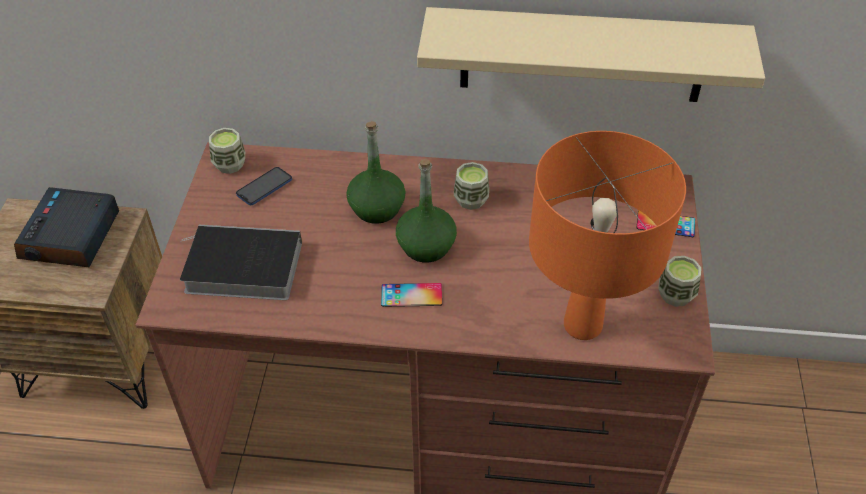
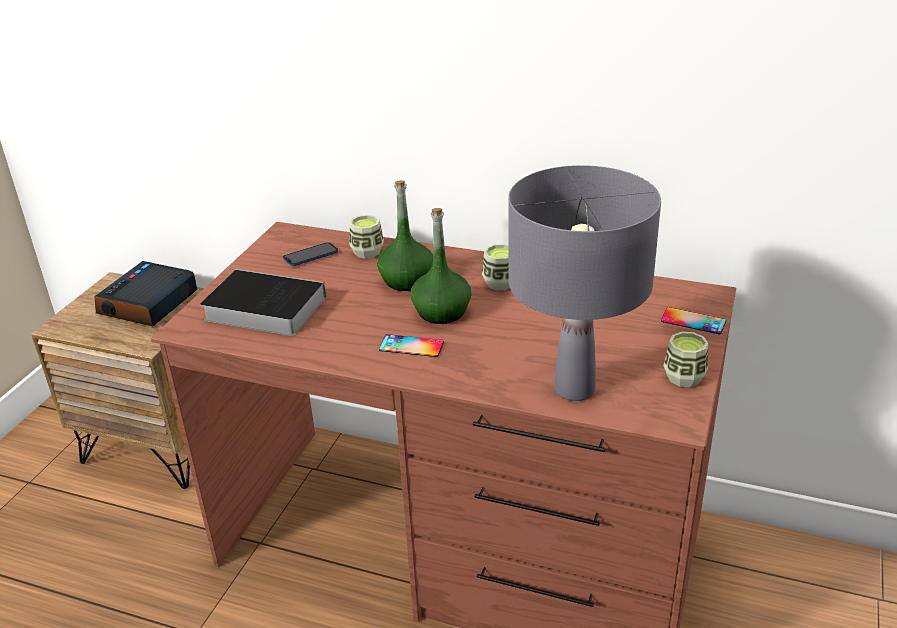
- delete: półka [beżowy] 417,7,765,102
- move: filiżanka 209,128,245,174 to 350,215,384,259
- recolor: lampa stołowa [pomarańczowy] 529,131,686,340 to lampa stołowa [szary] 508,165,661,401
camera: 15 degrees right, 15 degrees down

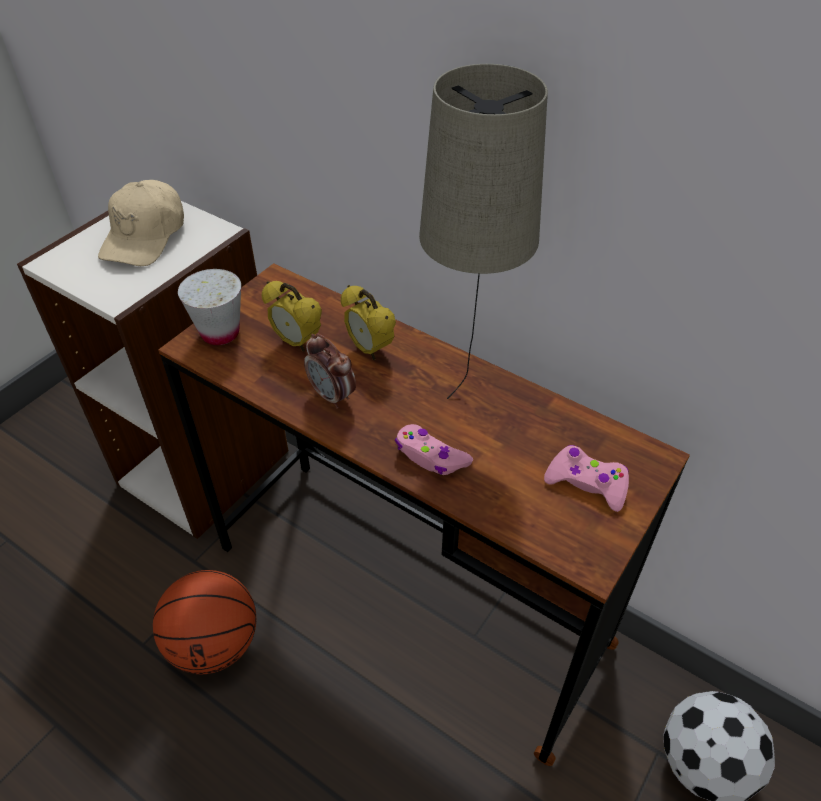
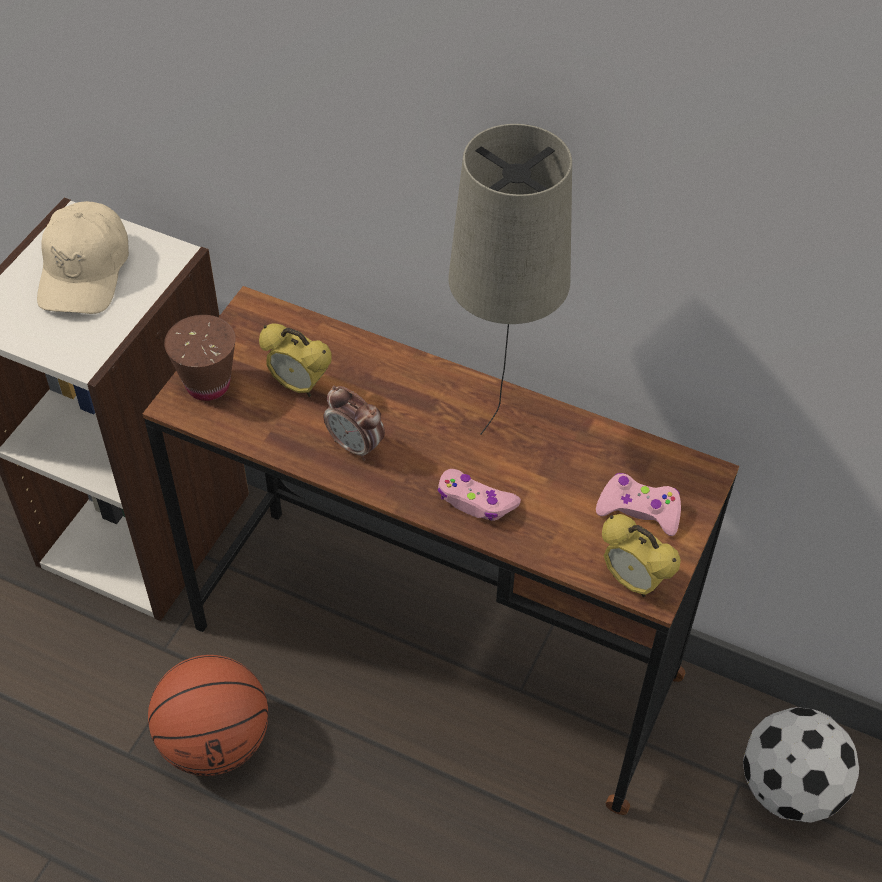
- recolor: filiżanka [biały] 178,269,241,345 to filiżanka [brązowy] 164,315,236,401
- move: budzik 341,285,396,360 to 602,514,681,597
camera: 10 degrees left, 5 degrees up

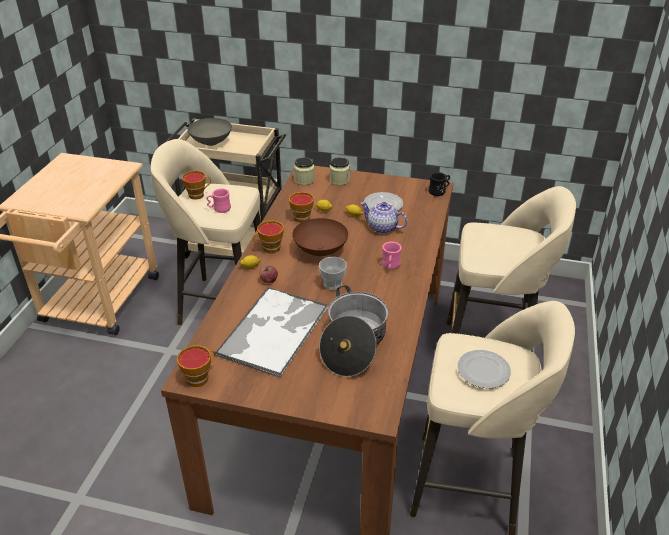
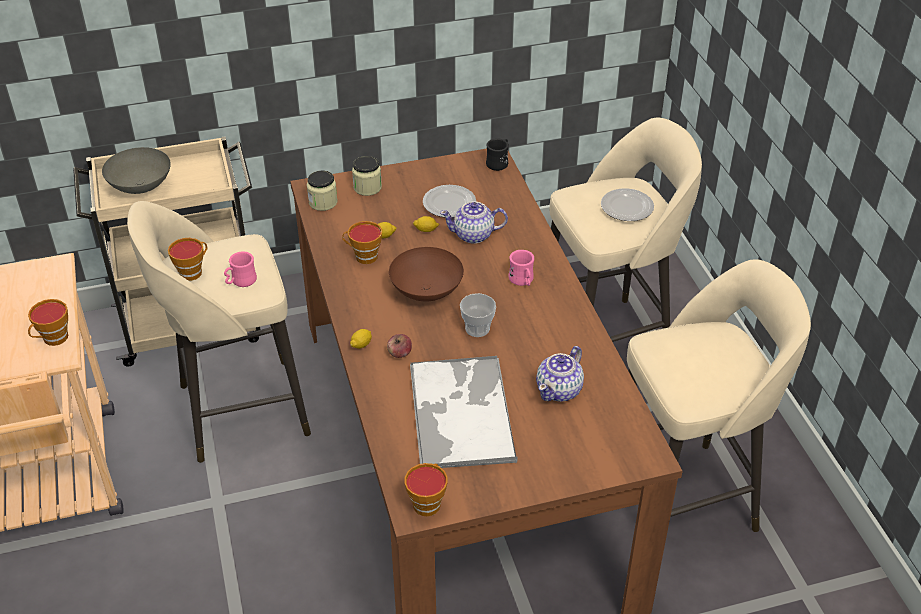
- move: filiżanka 253,221,284,254 to 28,299,68,346
- replace: garnek 319,285,389,377 to imbryk 536,346,584,402
- move: talerz 457,350,511,388 to 601,188,654,221
camera: 30 degrees left, 5 degrees up

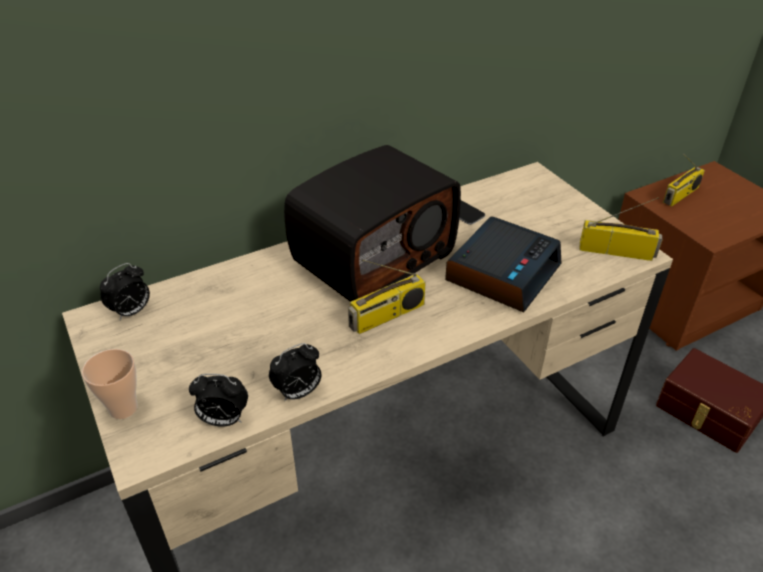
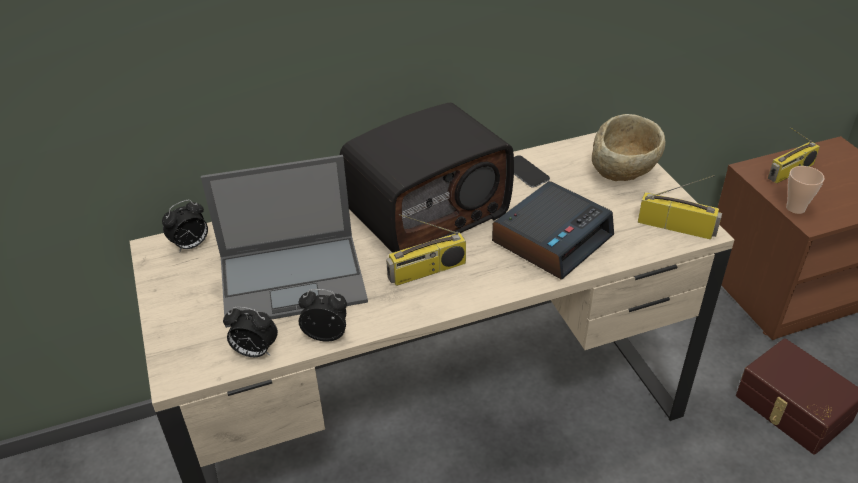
- rotate: budzik 269,343,321,401 = 299,289,347,342 150 degrees counterclockwise
- move: filiżanka 82,349,138,419 to 786,166,824,214
- insert: miska [beżowy] 592,114,666,181
- insert: laptop 201,155,368,328
camera: 10 degrees right, 0 degrees up

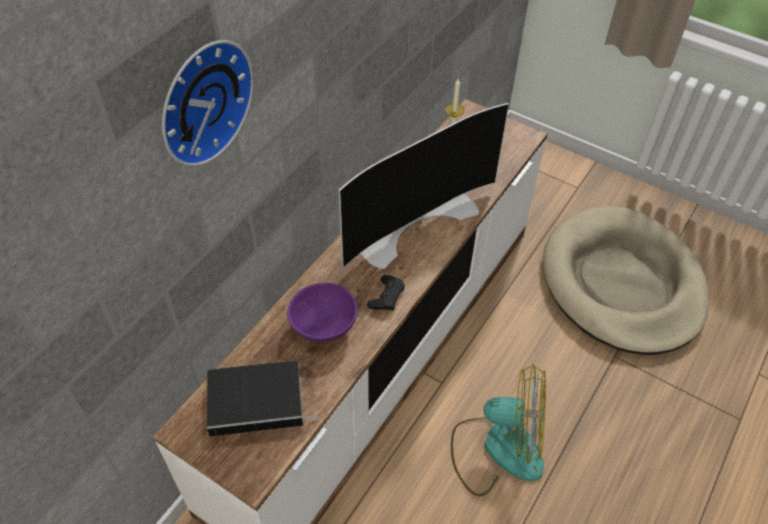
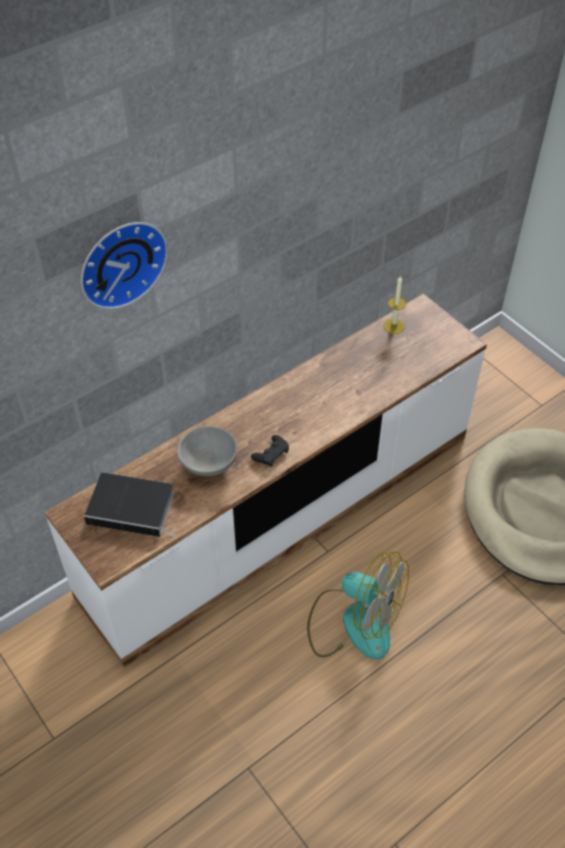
- delete: telewizor 339,103,509,269
- recolor: miska [fioletowy] 287,283,357,342 to miska [szary] 177,426,237,476
camera: 20 degrees right, 0 degrees up

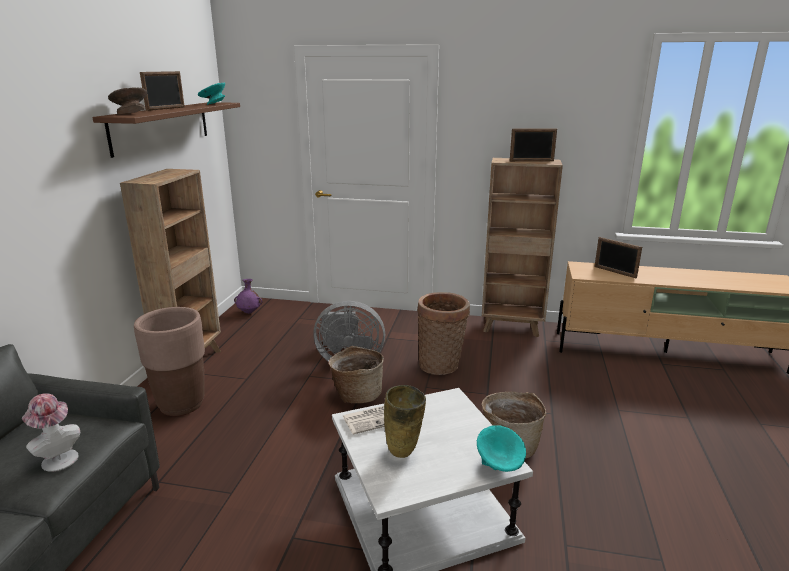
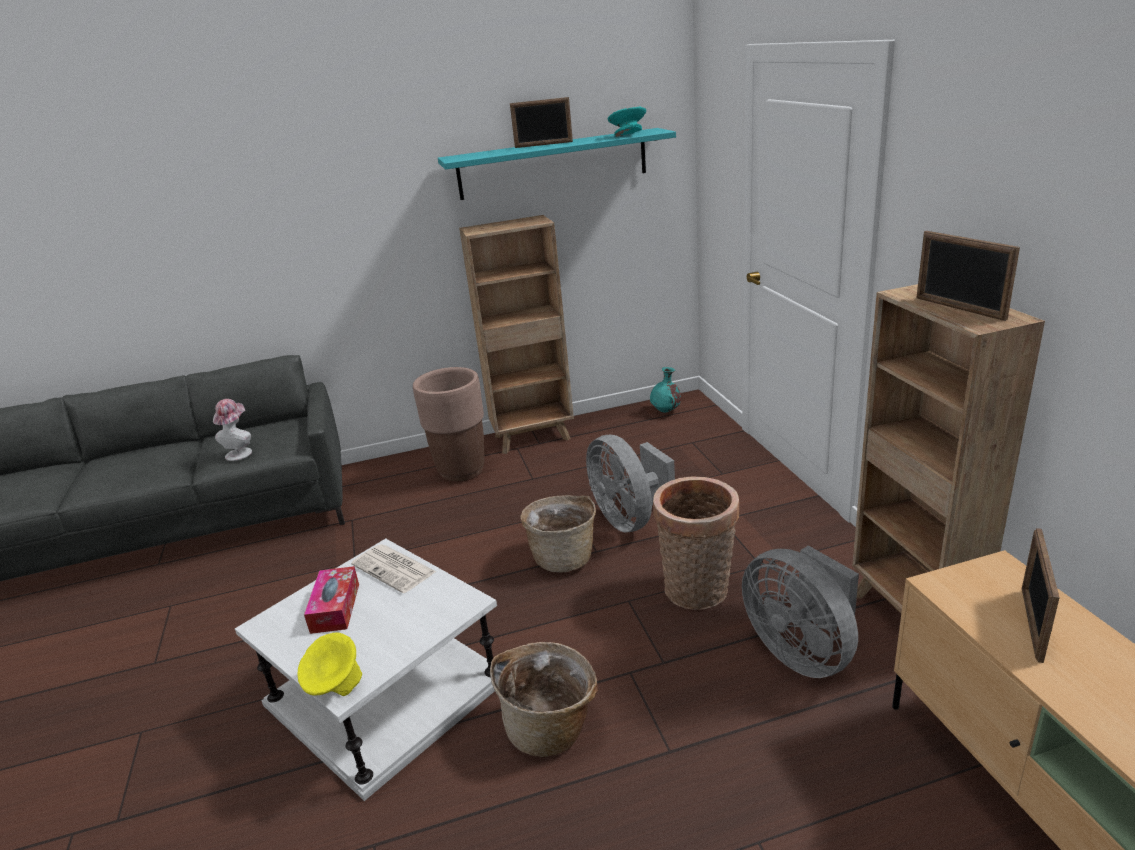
- delete: miska [szary] 108,87,147,115
- recolor: półka [brązowy] 92,102,240,158 to półka [turkusowy] 438,128,676,200
- recolor: wazon [fioletowy] 234,279,263,314 to wazon [turkusowy] 650,367,681,413
- replace: wazon [beżowy] 384,385,426,458 to pudełko chusteczek 304,566,359,634
- recolor: miska [turkusowy] 477,425,526,472 to miska [żółty] 298,633,362,696
- insert: wentylator [szary] 742,545,859,678
camera: 65 degrees right, 5 degrees up

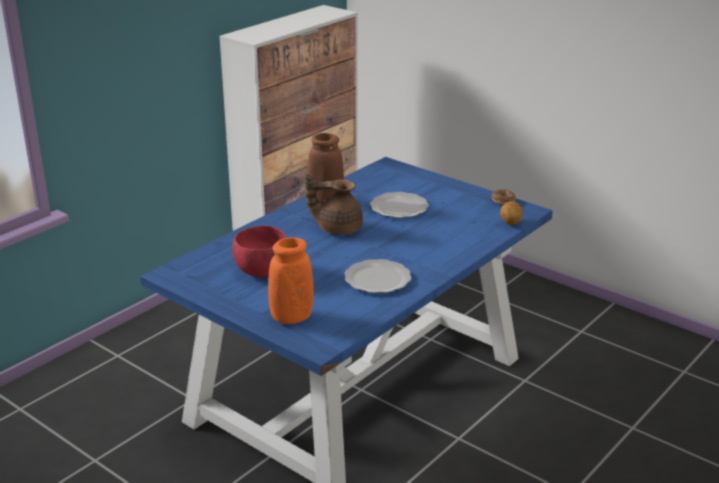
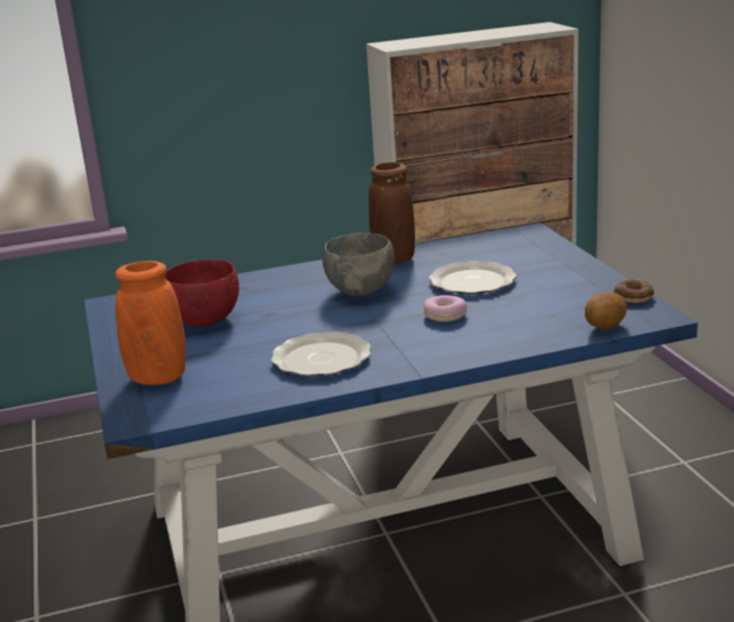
- replace: imbryk [brązowy] 306,174,363,235 to miska [szary] 322,233,395,296
- insert: donut 423,295,467,322
camera: 35 degrees right, 5 degrees down

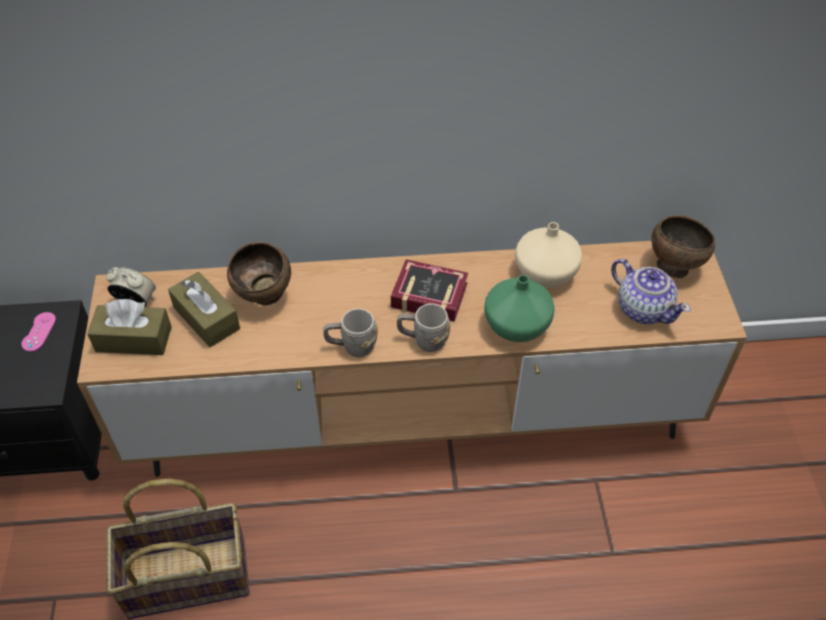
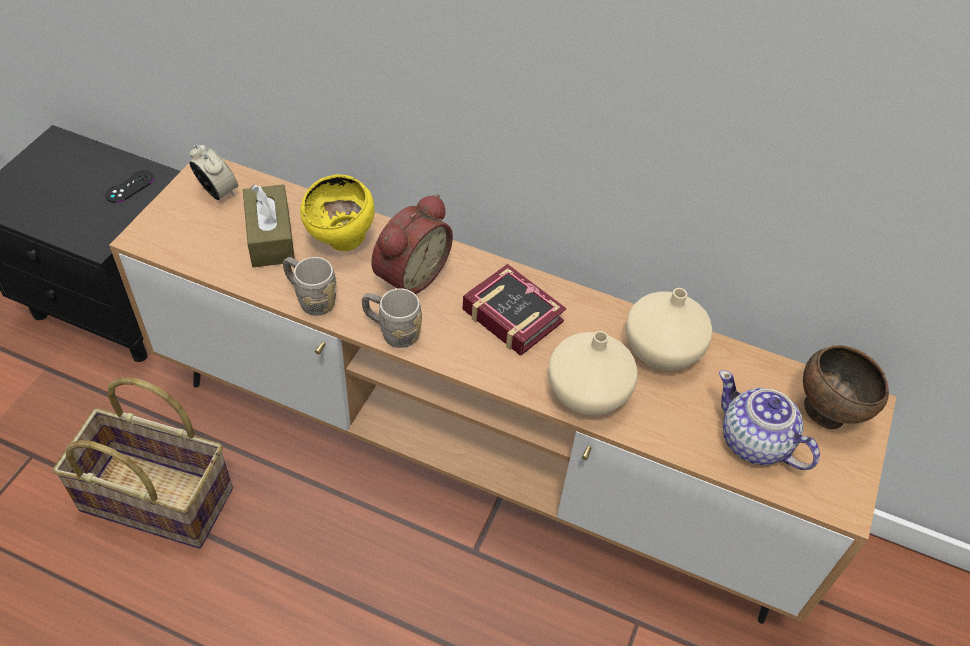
- recolor: miska [brązowy] 227,242,291,305 to miska [żółty] 300,174,375,251
- rotate: imbryk 611,259,691,324 = 719,370,820,470 150 degrees clockwise
- recolor: wazon [zielony] 484,275,555,342 to wazon [beżowy] 548,331,638,416
- delete: pudełko chusteczek [brązowy] 87,299,172,355
- move: kubek [szary] 397,304,450,352 to 283,257,337,316
- recolor: pad do gier [różowy] 21,312,56,352 to pad do gier [czarny] 105,170,154,203
- insert: budzik 371,194,453,294
camera: 25 degrees right, 0 degrees up

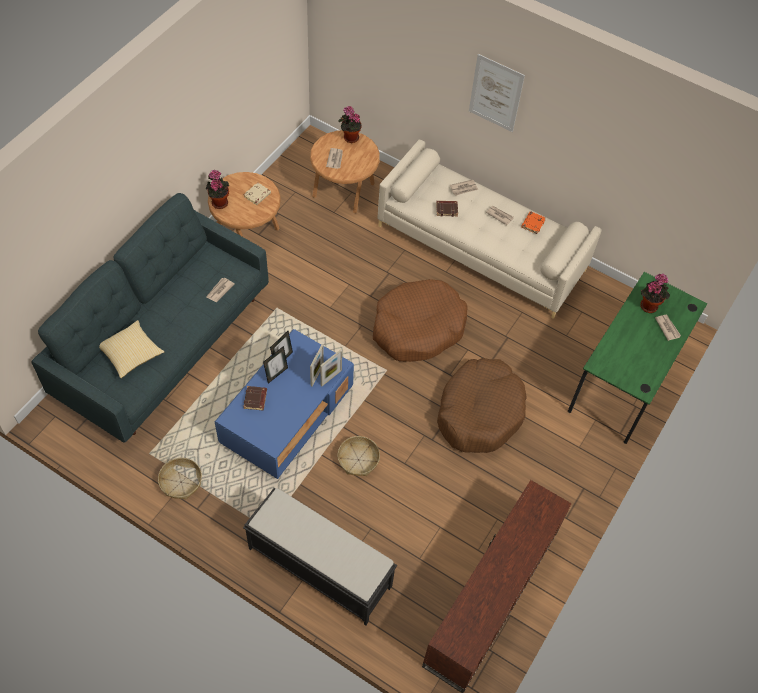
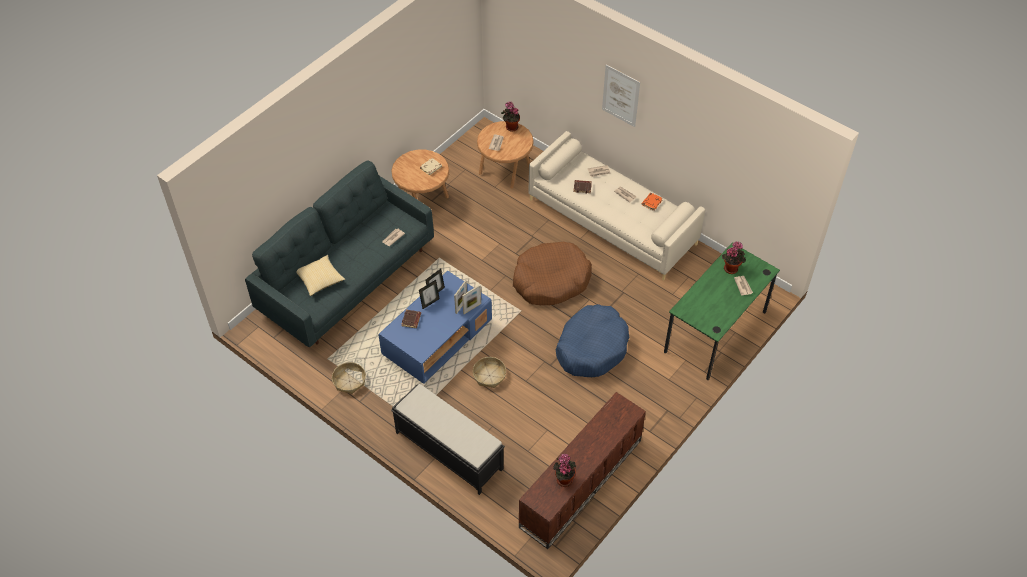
- move: roślina doniczkowa 206,170,229,209 to 553,454,576,487
- recolor: legowisko [brązowy] 437,358,527,453 to legowisko [niebieski] 556,304,630,377
camera: 10 degrees right, 5 degrees down

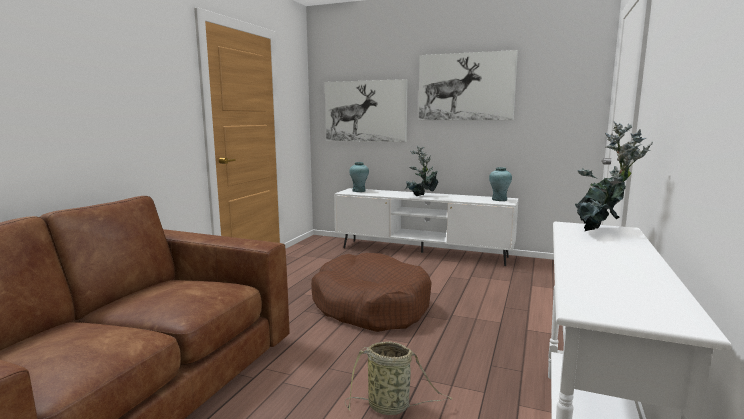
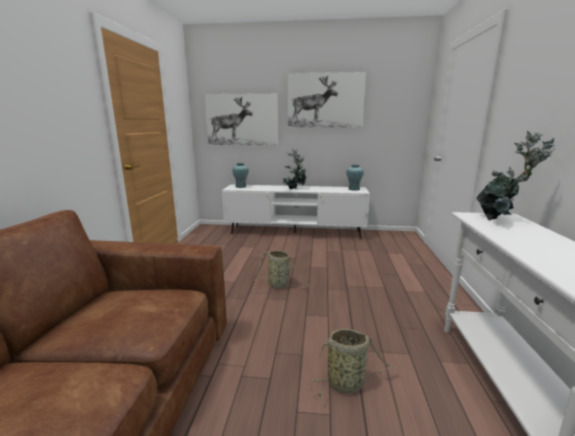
- replace: legowisko [brązowy] 311,253,432,332 to koszyk 254,251,309,289
camera: 15 degrees left, 5 degrees up

